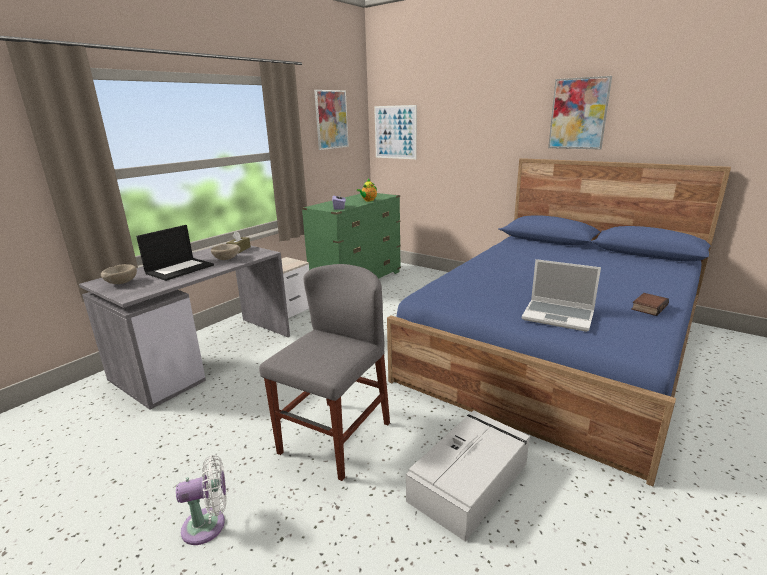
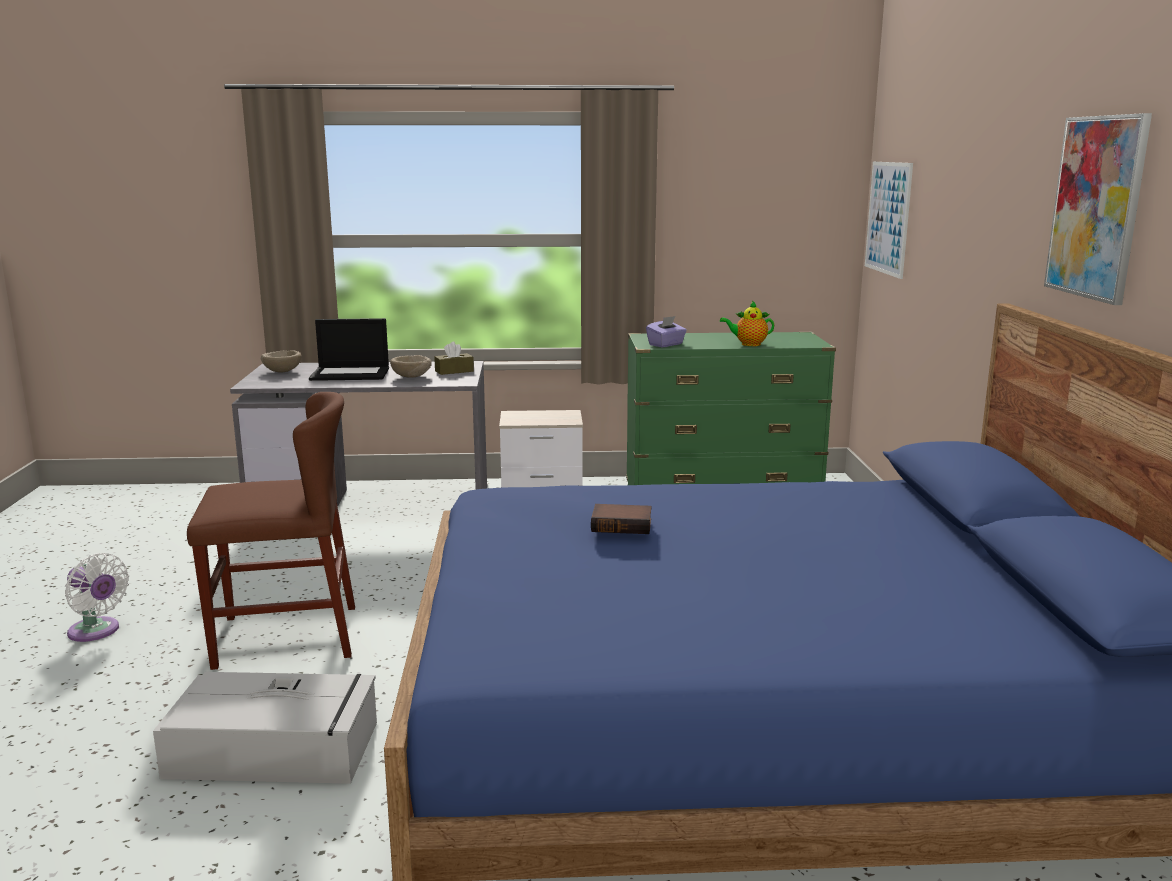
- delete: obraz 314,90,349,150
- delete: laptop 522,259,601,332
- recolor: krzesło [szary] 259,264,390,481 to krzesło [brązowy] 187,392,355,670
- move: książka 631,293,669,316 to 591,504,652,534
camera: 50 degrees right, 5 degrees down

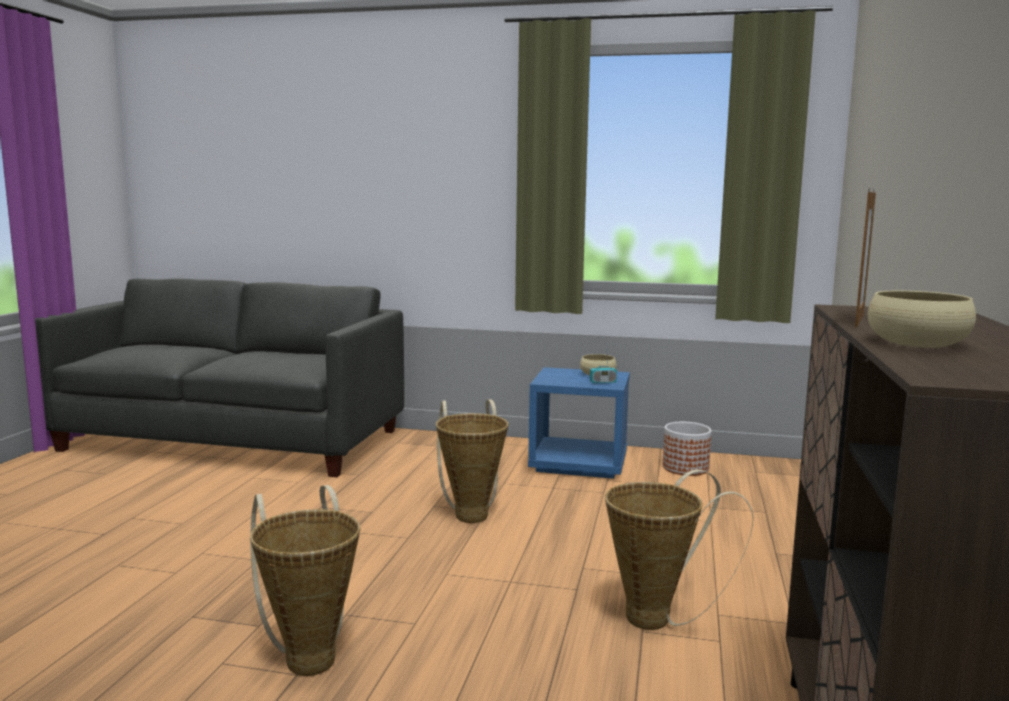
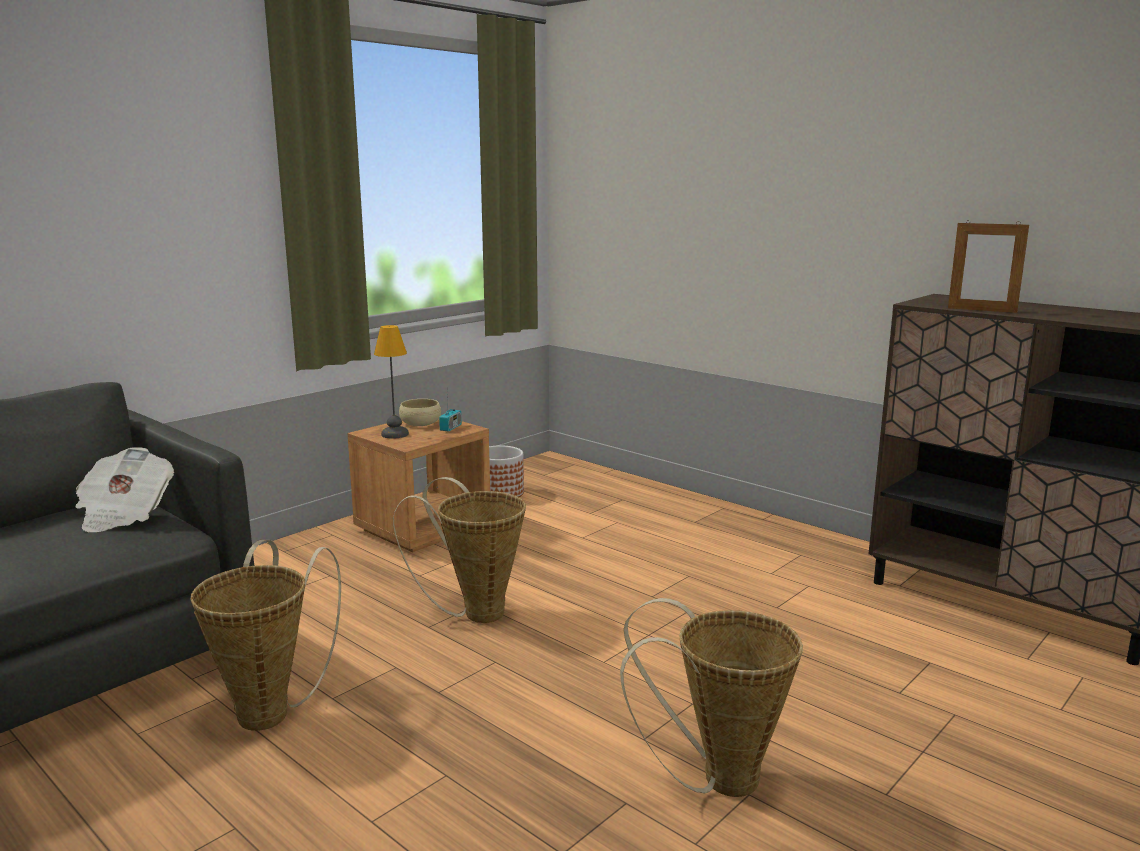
- rotate: ramka na zdjęcie 855,187,876,328 = 948,220,1029,313 150 degrees clockwise
- delete: miska [beżowy] 868,291,976,348
- recolor: szafka nocna [niebieski] 528,367,630,479 to szafka nocna [brązowy] 347,415,490,552
- move: koszyk 605,469,753,630 to 191,540,341,731
- insert: lampa stołowa 374,325,409,439
- insert: gazeta 75,447,174,532
camera: 60 degrees left, 5 degrees up

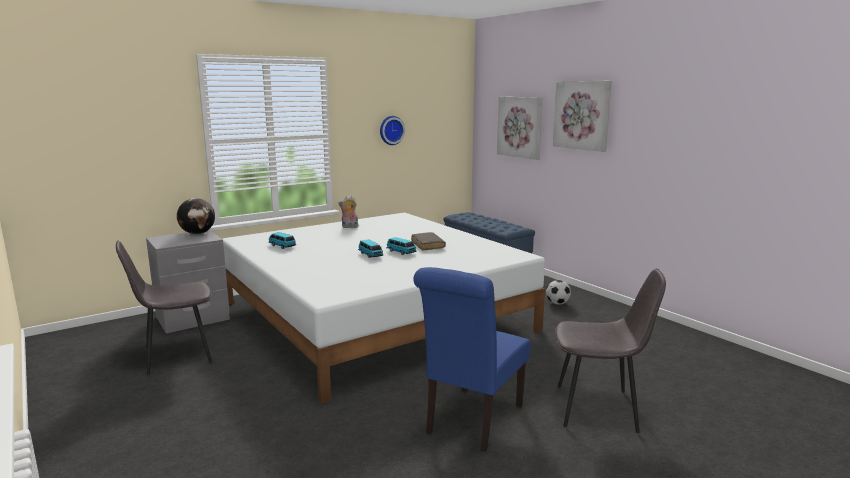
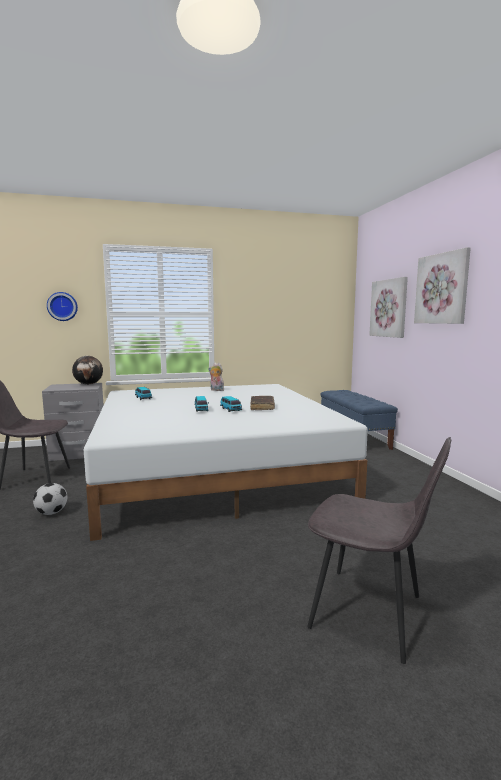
- move: zegar ścienny 380,116,405,145 to 47,292,78,321
- delete: krzesło [niebieski] 413,267,531,452
- move: piłka futbolowa 546,280,571,305 to 33,483,67,515
camera: 20 degrees right, 5 degrees down

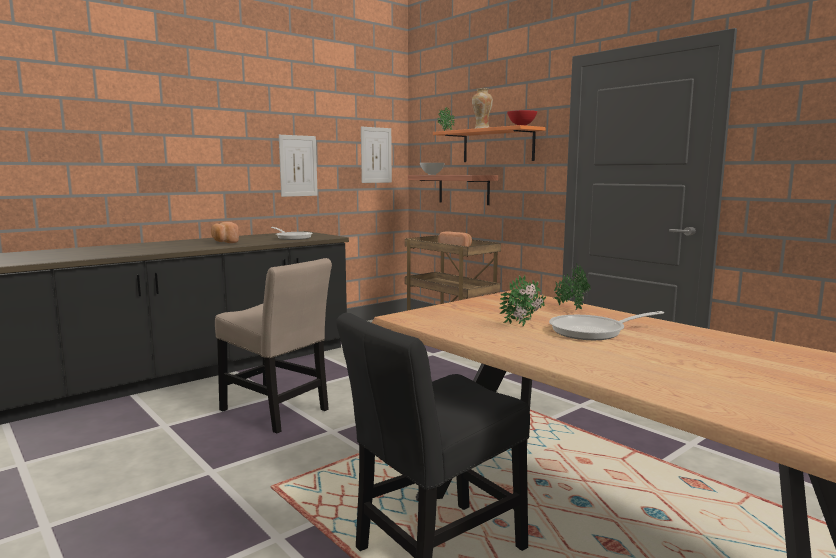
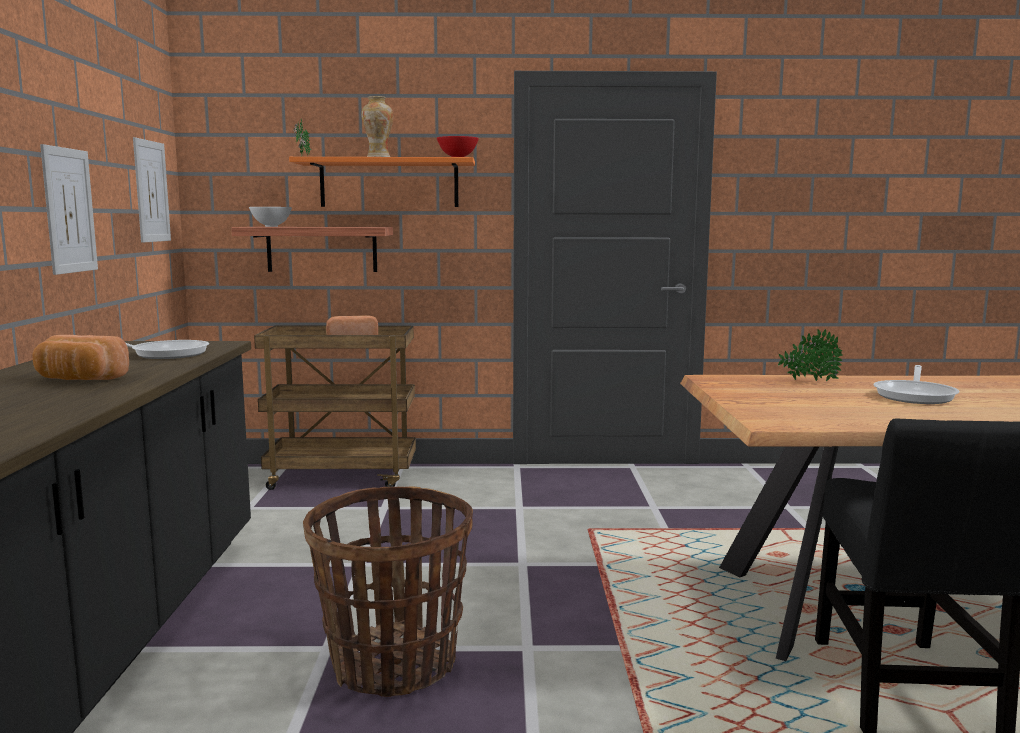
- replace: krzesło [beżowy] 215,258,332,434 to koszyk 303,486,473,697
- delete: roślina doniczkowa 499,275,546,326
camera: 50 degrees left, 0 degrees up

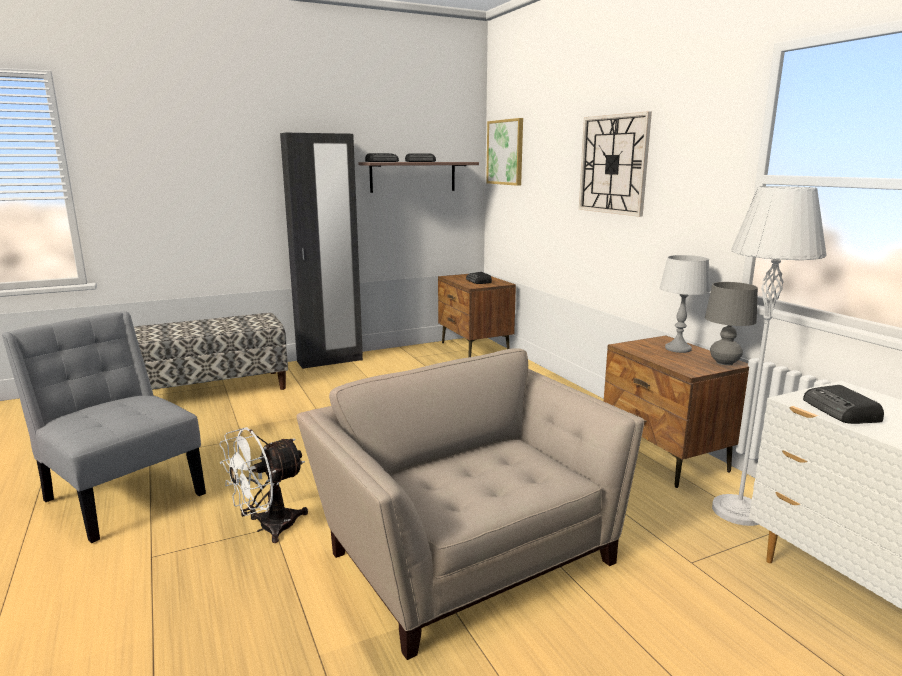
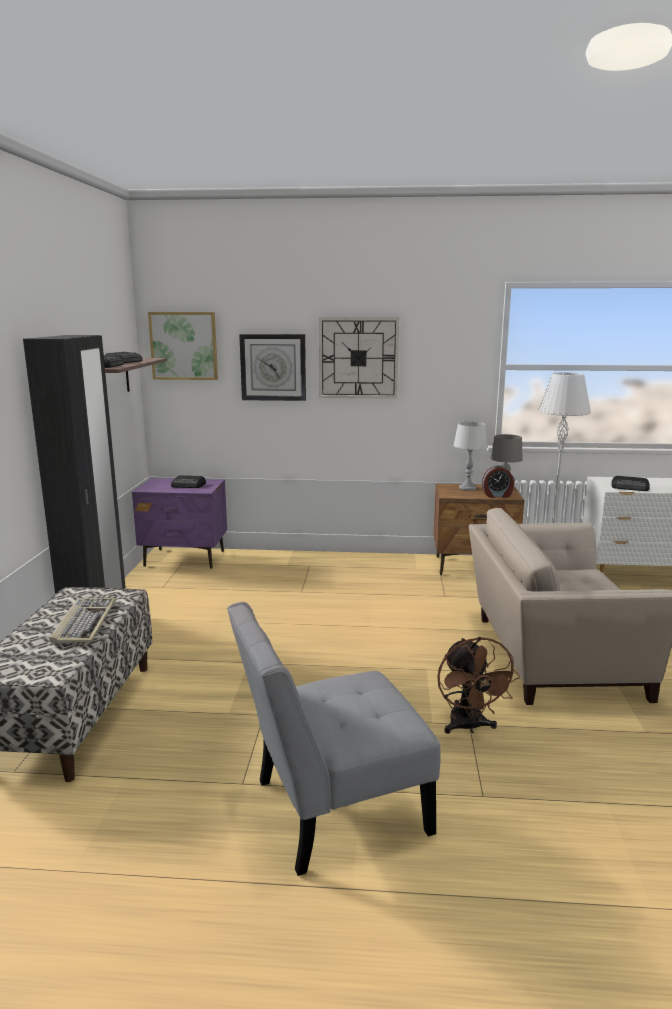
- recolor: szafka nocna [brązowy] 438,274,516,357 to szafka nocna [fioletowy] 132,478,227,569
- recolor: wentylator [biały] 219,427,308,543 to wentylator [brązowy] 437,637,520,734
- insert: zegar ścienny 239,334,306,401
- insert: budzik 482,465,514,498
- insert: klawiatura 50,598,116,644
camera: 60 degrees left, 0 degrees up

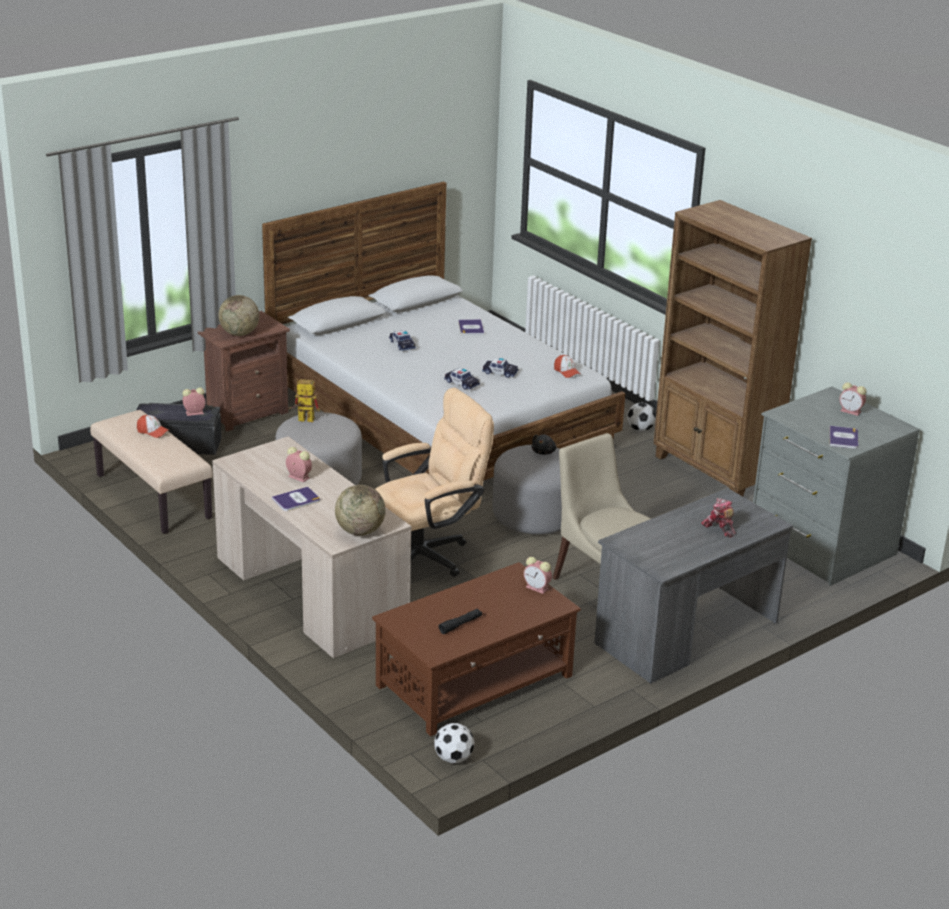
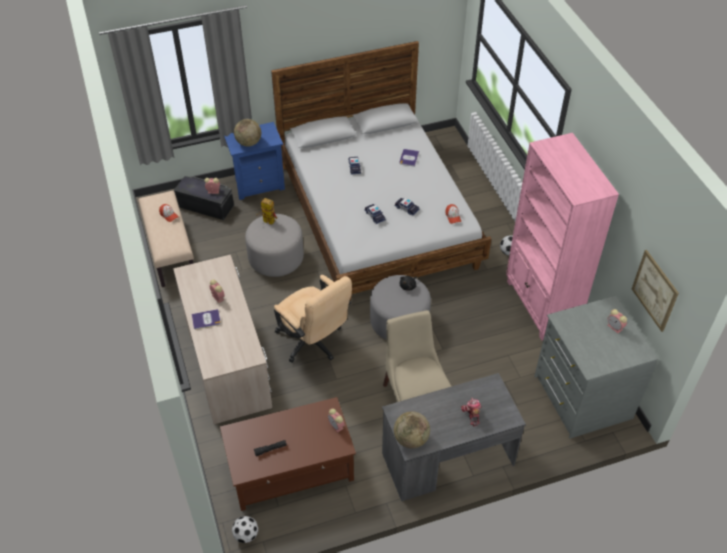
- recolor: regał [brązowy] 654,200,812,496 to regał [różowy] 506,133,619,341
- recolor: szafka nocna [brązowy] 198,311,290,432 to szafka nocna [niebieski] 224,122,285,200
- rotate: krzesło biurowe [beżowy] 375,388,494,577 = 274,275,352,363 60 degrees clockwise
- delete: książka 829,426,858,449
- move: globus 335,485,386,536 to 394,411,430,448
- insert: obraz 632,250,679,332
camera: 20 degrees right, 20 degrees up

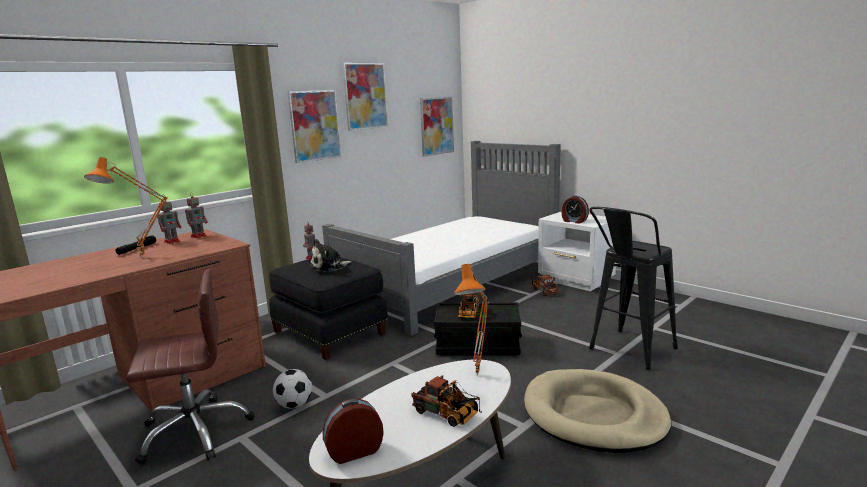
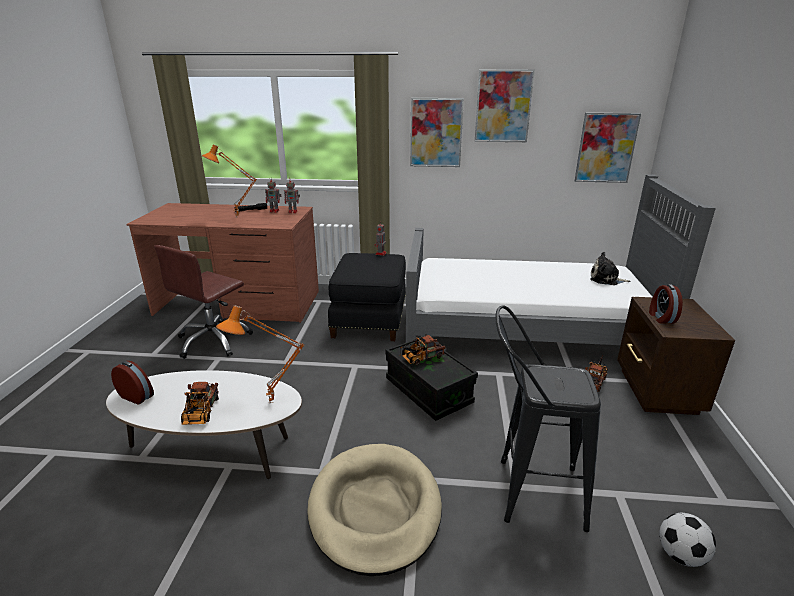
- recolor: szafka nocna [biały] 538,211,616,291 to szafka nocna [brązowy] 617,297,735,415
- move: pluszak 310,239,352,272 to 590,252,630,285
- rotate: krzesło biurowe [brązowy] 127,269,255,465 = 154,245,253,359 90 degrees clockwise
- move: piłka futbolowa 273,369,312,409 to 659,513,716,567
camera: 50 degrees right, 10 degrees up

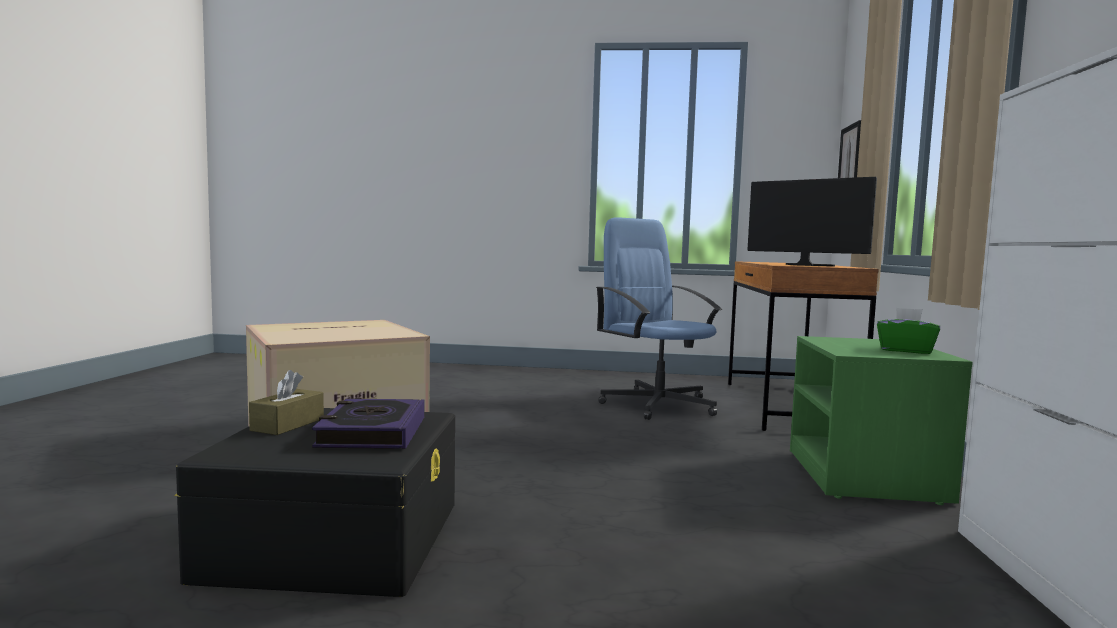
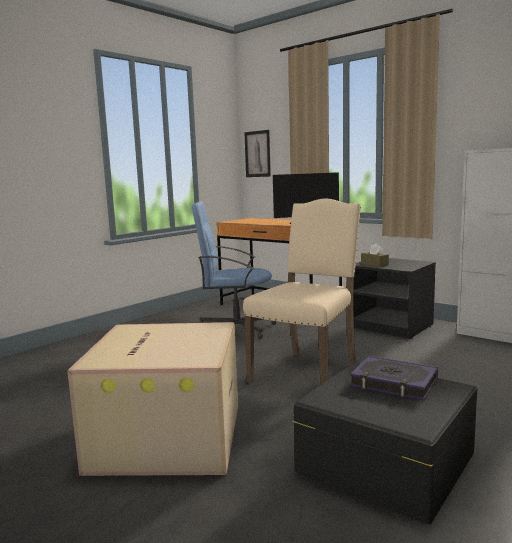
- delete: pudełko chusteczek [zielony] 877,308,940,354
- recolor: szafka nocna [zielony] 790,336,973,505 to szafka nocna [czarny] 353,258,436,339
- move: pudełko chusteczek [brązowy] 249,370,324,435 to 361,243,389,267
- insert: krzesło [beżowy] 243,199,361,385
camera: 55 degrees left, 5 degrees up

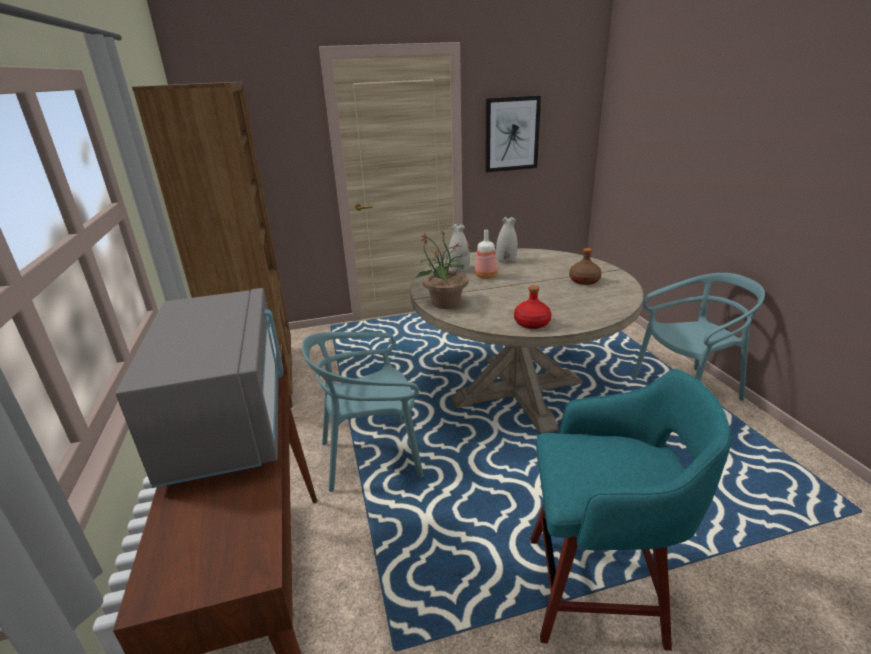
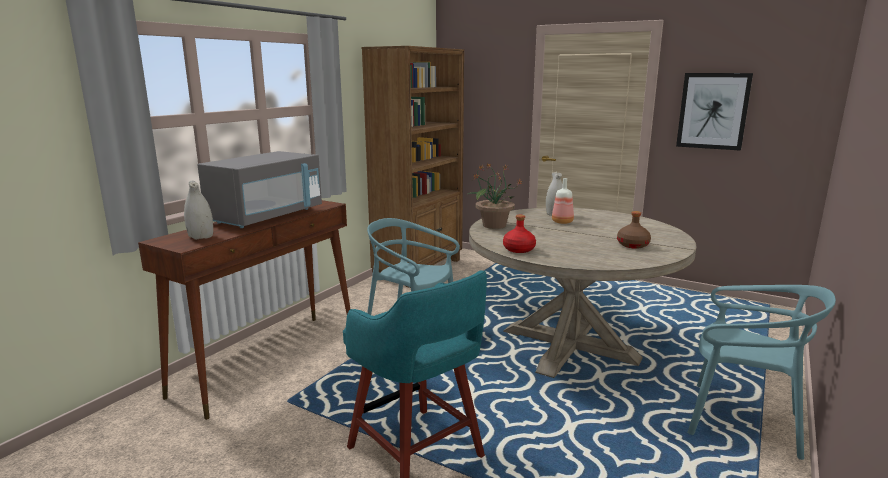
- move: wazon [biały] 496,217,518,263 to 184,180,213,240
camera: 45 degrees right, 10 degrees down

